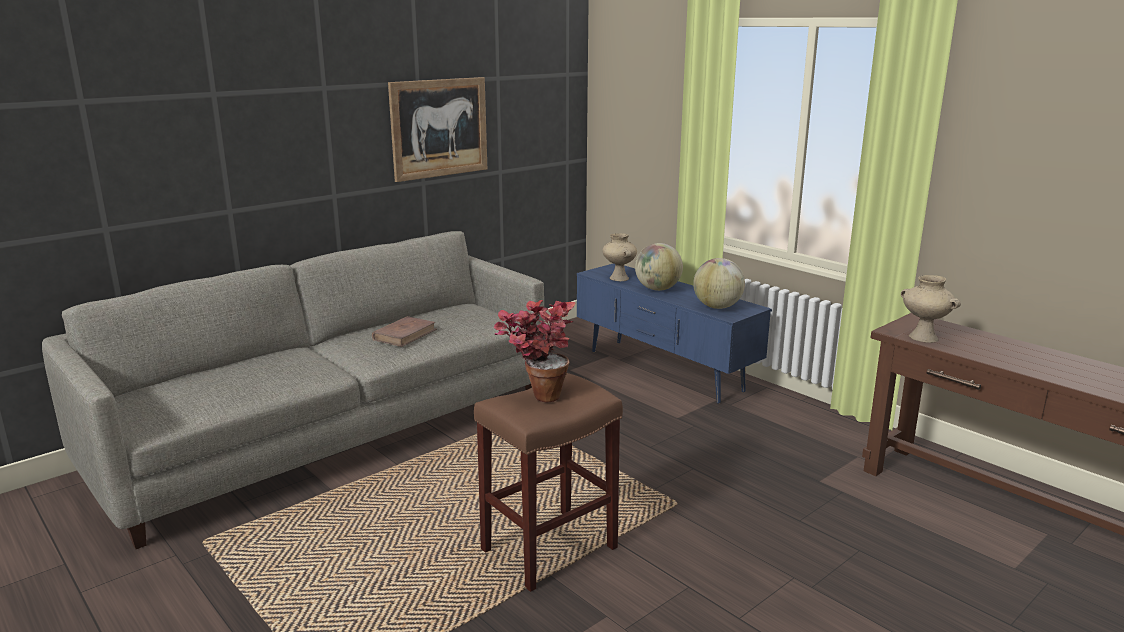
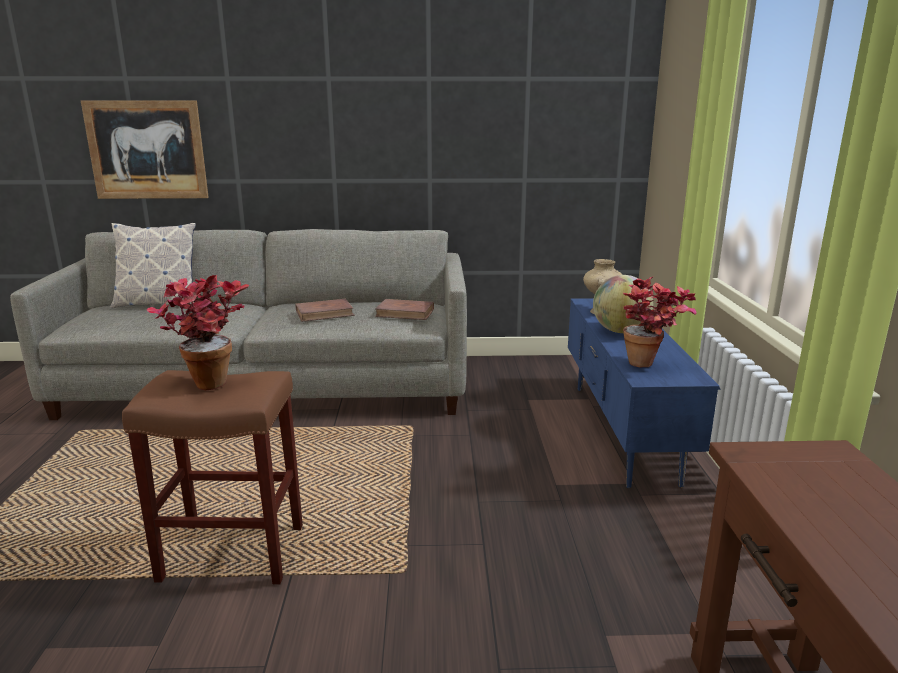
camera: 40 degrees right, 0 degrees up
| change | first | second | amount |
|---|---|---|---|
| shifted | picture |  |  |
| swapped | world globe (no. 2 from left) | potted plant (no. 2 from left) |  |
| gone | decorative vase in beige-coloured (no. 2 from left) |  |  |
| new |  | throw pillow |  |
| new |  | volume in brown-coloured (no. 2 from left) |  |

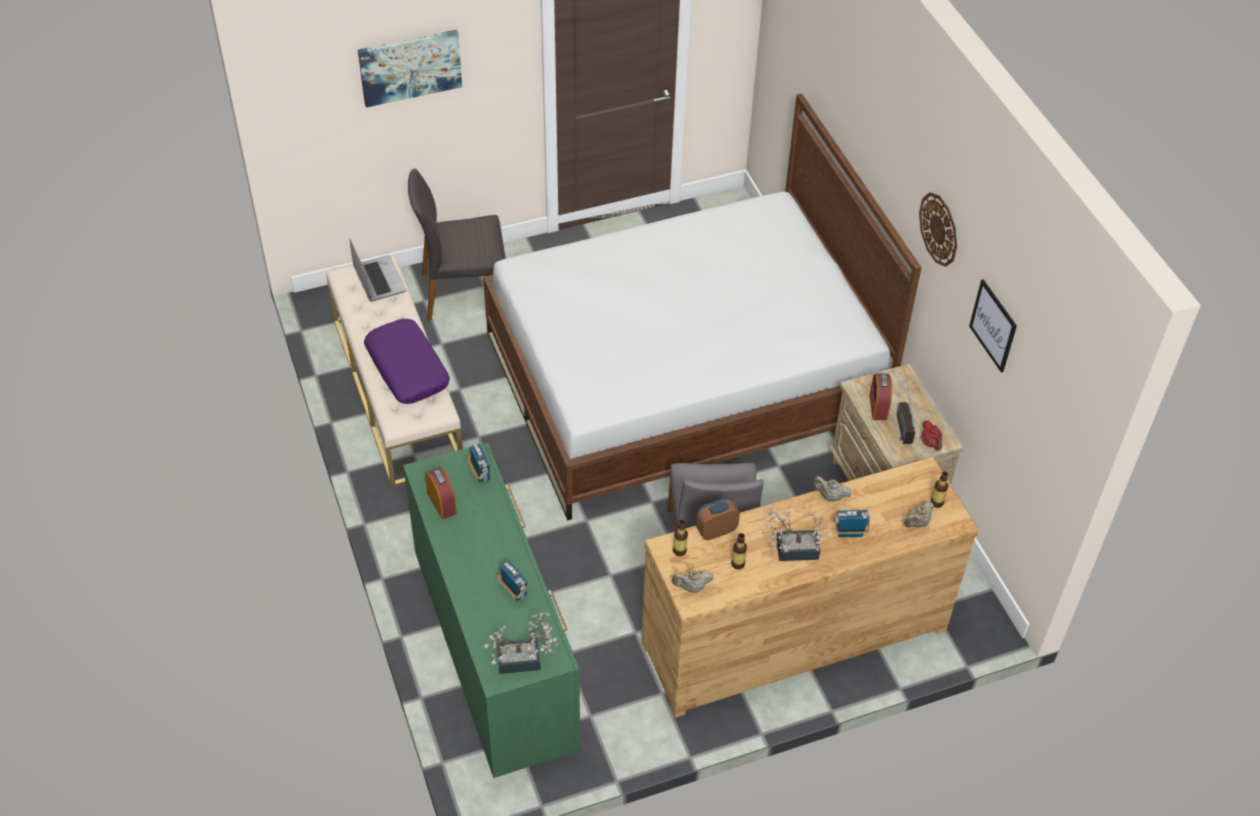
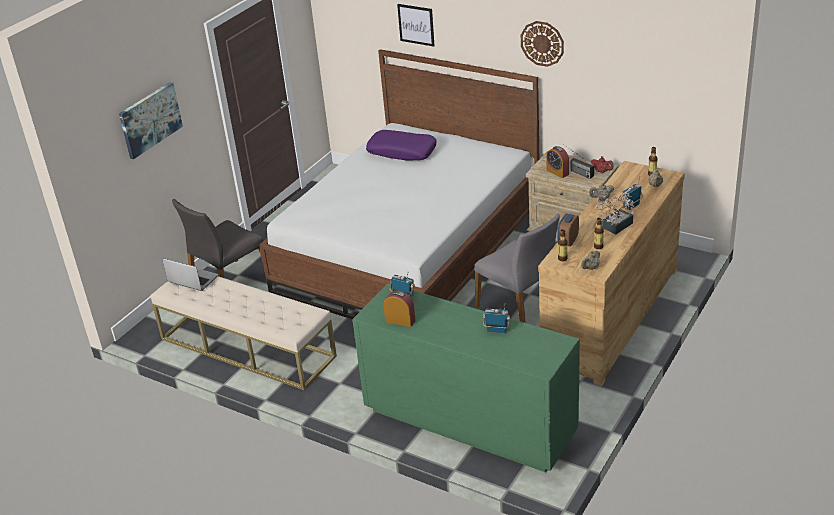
camera: 35 degrees left, 15 degrees down
| change | first | second | amount |
|---|---|---|---|
| shifted | throw pillow in purplish |  |  |
| gone | potted plant (no. 1 from left) |  |  |
| shifted | picture (no. 2 from left) |  |  |

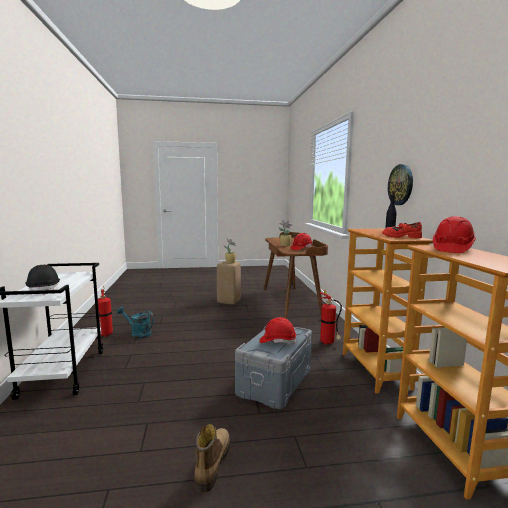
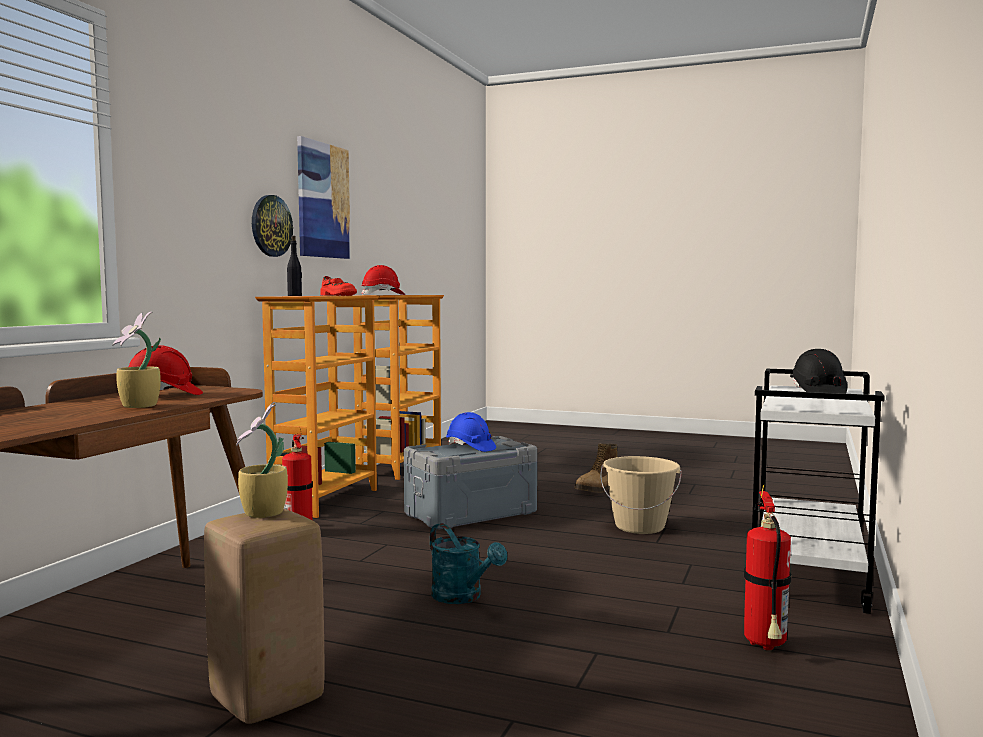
camera: 150 degrees left, 5 degrees down
| change | first | second | amount |
|---|---|---|---|
| shifted | watering pot in blue-green |  |  |
| repainted | hard hat in red (no. 1 from left) | hard hat in bluish |  |
| new |  | picture |  |
| new |  | water bucket in beige-coloured |  |

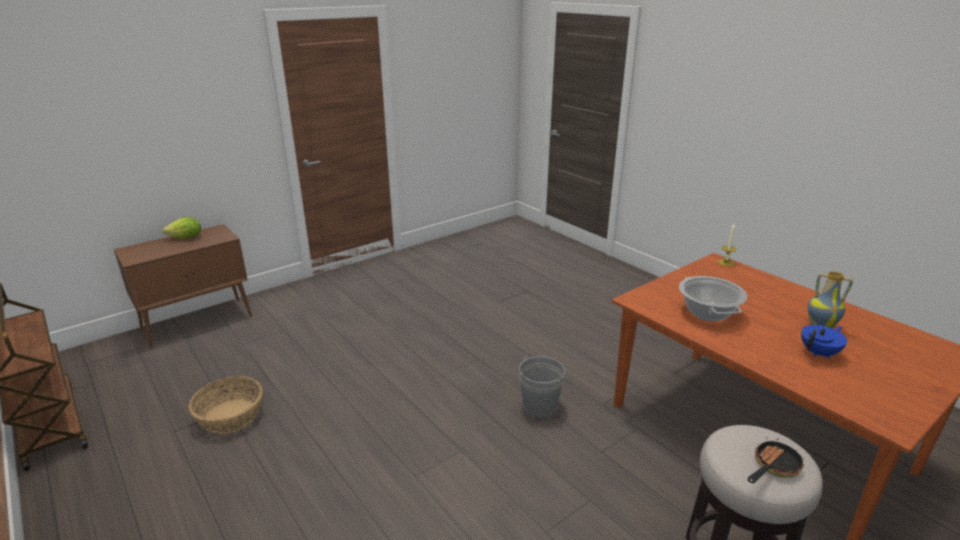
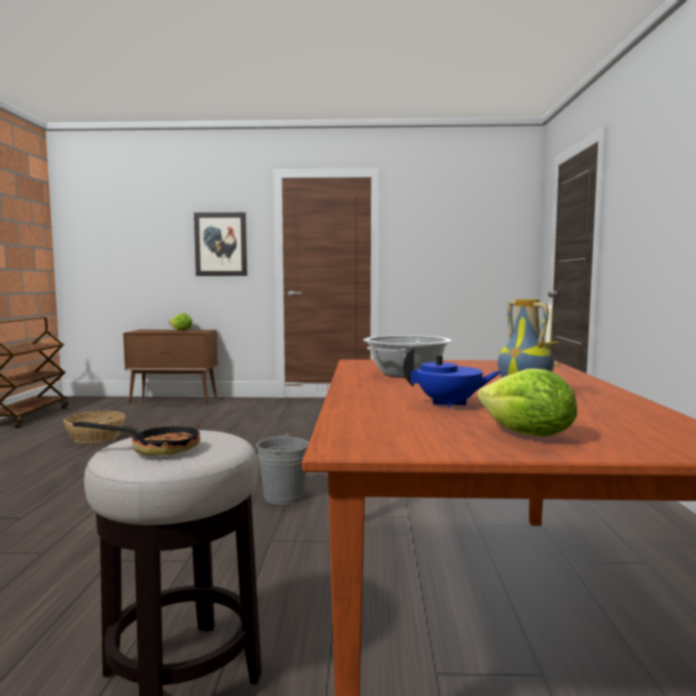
camera: 40 degrees right, 20 degrees down
| change | first | second | amount |
|---|---|---|---|
| new |  | picture |  |
| new |  | lettuce (no. 2 from left) |  |

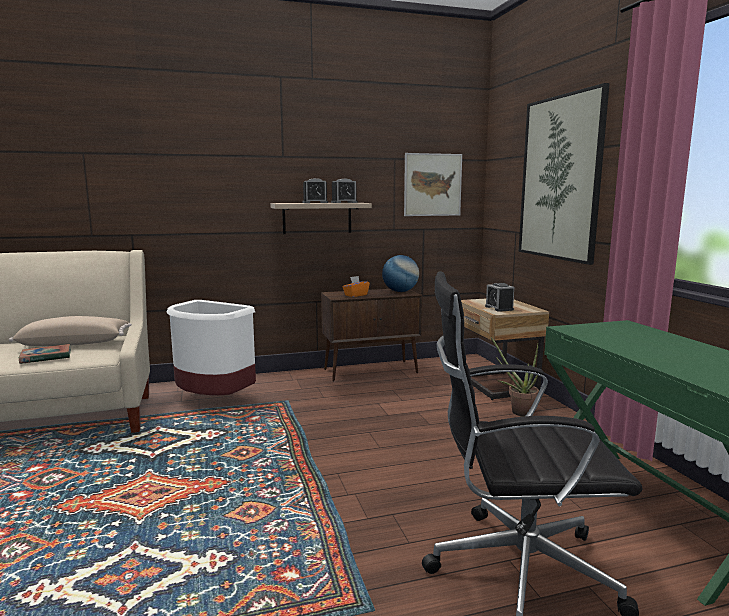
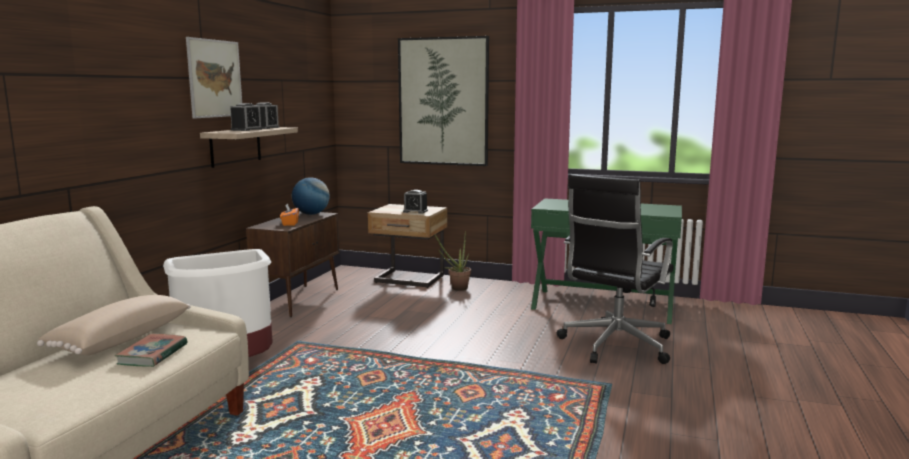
camera: 55 degrees left, 0 degrees up
| change | first | second | amount |
|---|---|---|---|
| shifted | picture (no. 1 from left) |  |  |

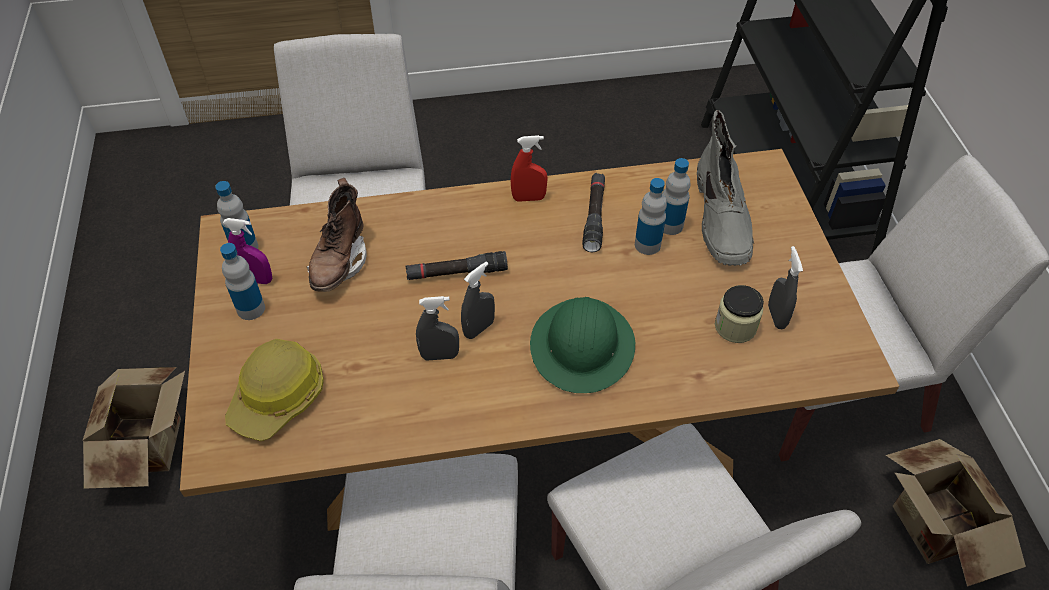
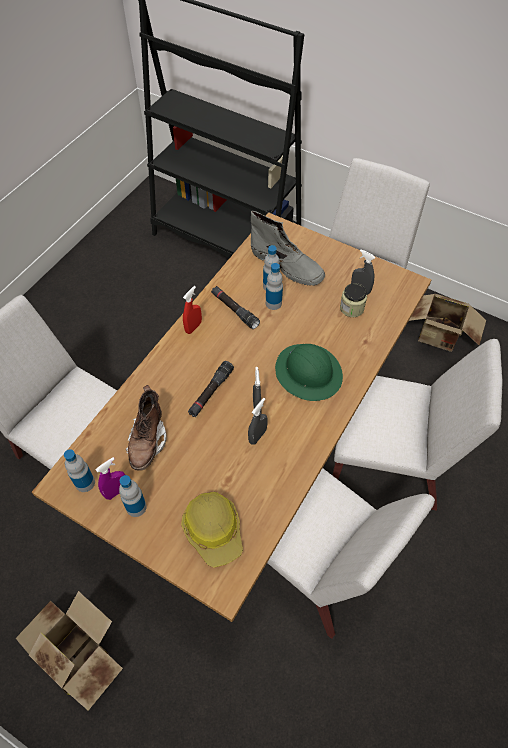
camera: 50 degrees left, 5 degrees up
| change | first | second | amount |
|---|---|---|---|
| rotated | boot in brown-coloured |  | 45 degrees clockwise |

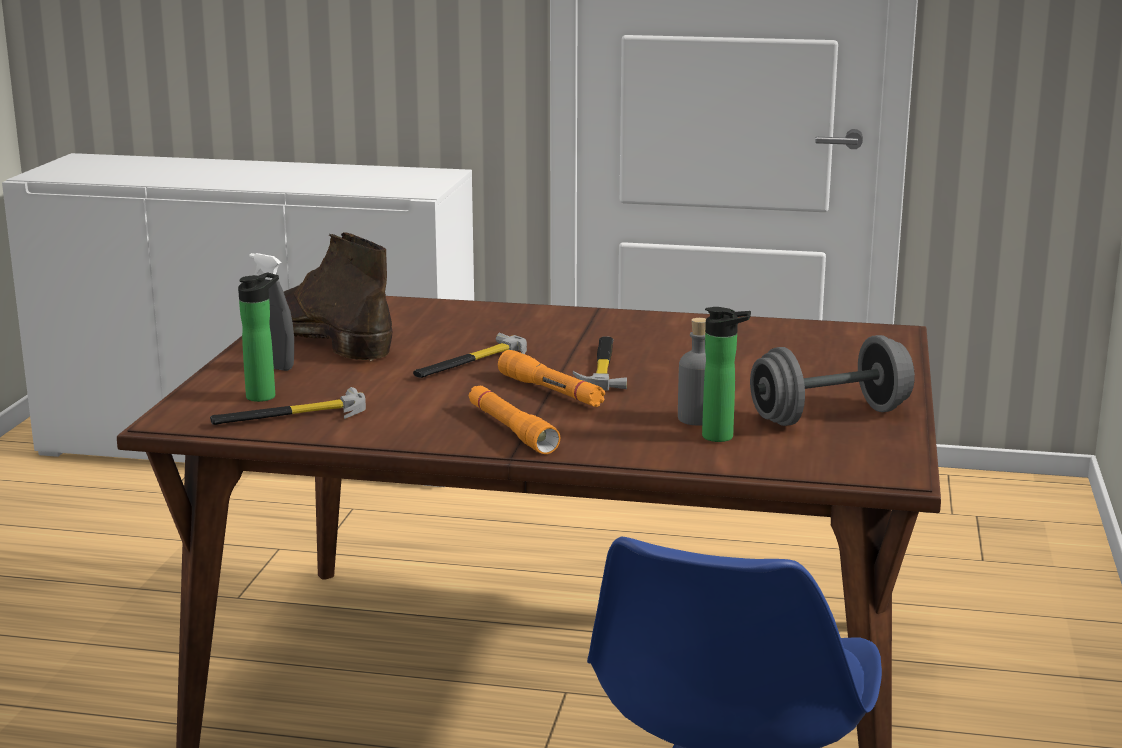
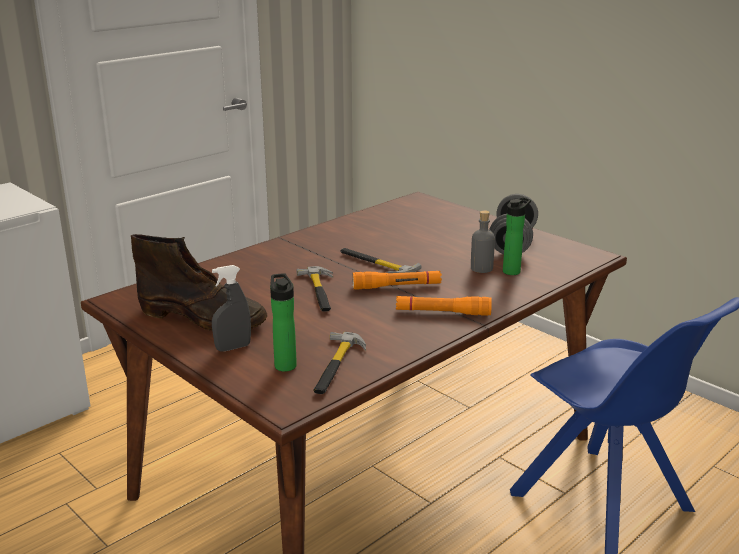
camera: 55 degrees left, 5 degrees up
| change | first | second | amount |
|---|---|---|---|
| rotated | boot in brown-coloured |  | 150 degrees counterclockwise |

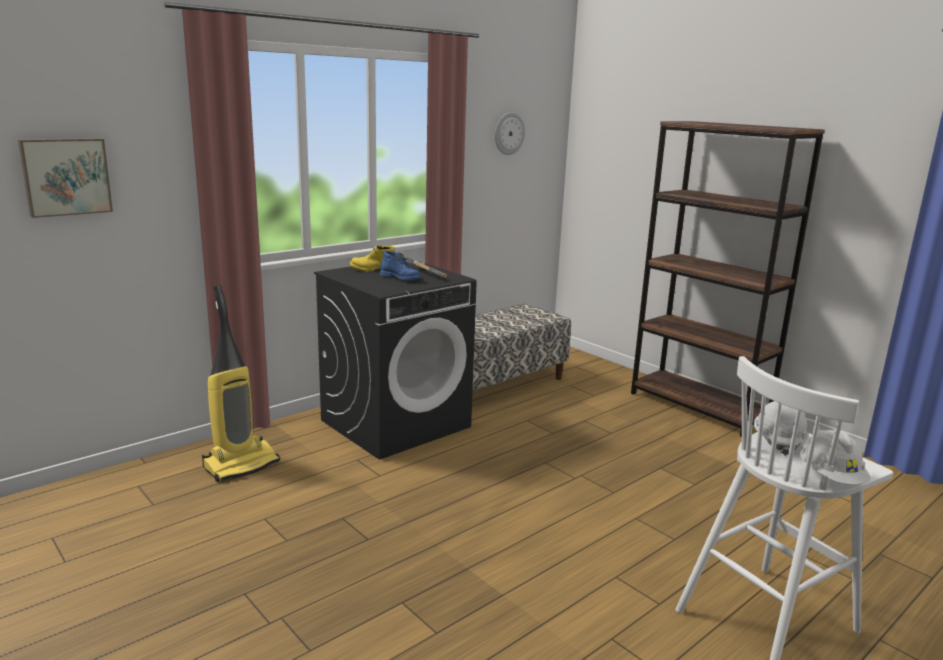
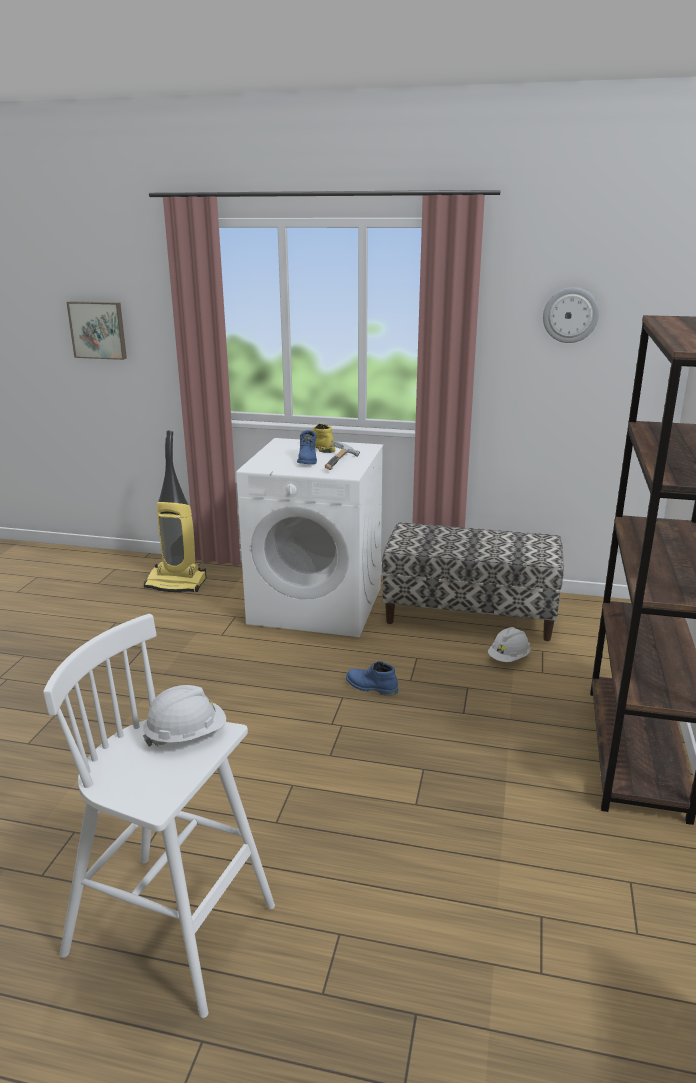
camera: 55 degrees right, 5 degrees up
| change | first | second | amount |
|---|---|---|---|
| repainted | laundry appliance in black | laundry appliance in white |  |
| shifted | hard hat in white (no. 2 from left) |  |  |
| new |  | boot in bluish (no. 2 from left) |  |

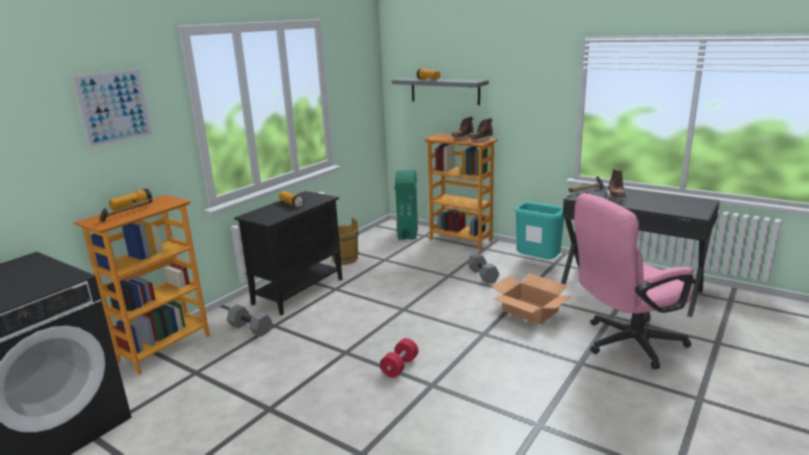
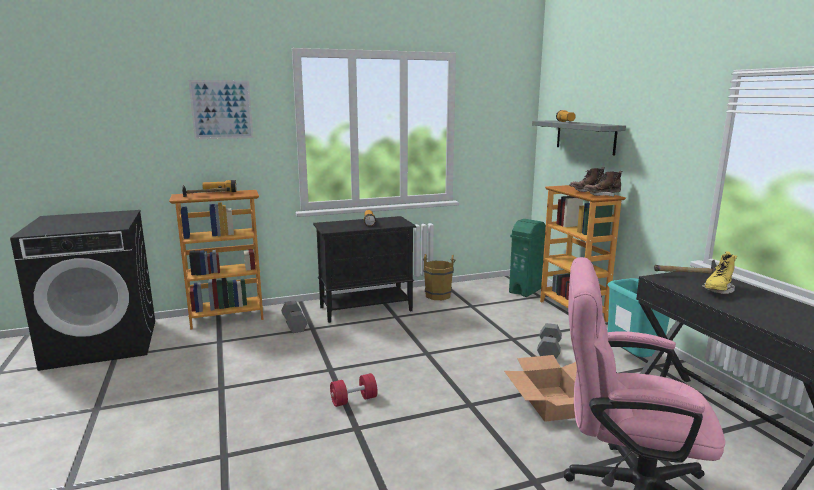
camera: 35 degrees right, 5 degrees down
| change | first | second | amount |
|---|---|---|---|
| repainted | boot in brown-coloured (no. 3 from left) | boot in yellow |  |

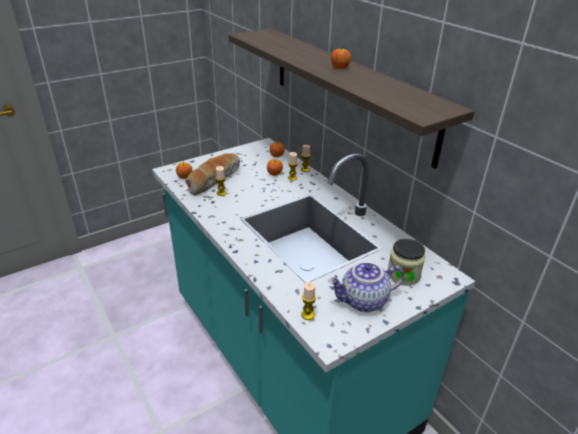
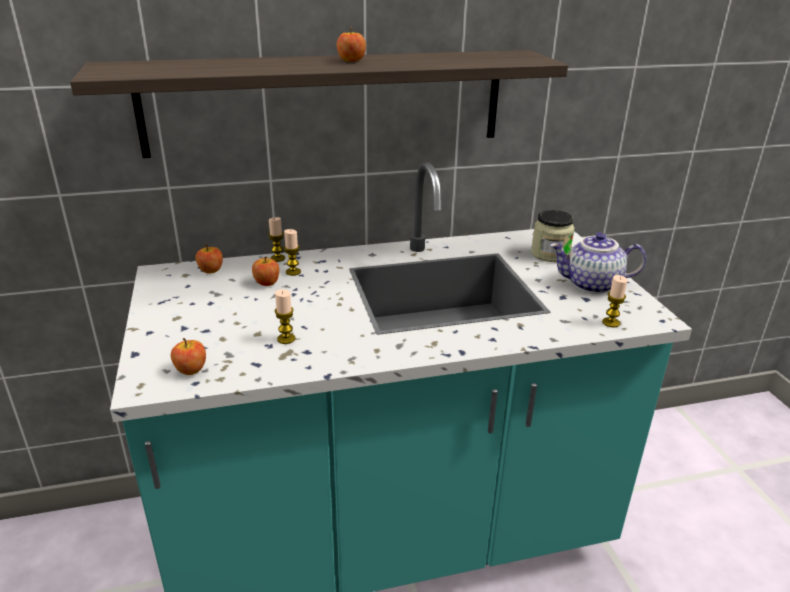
camera: 70 degrees left, 5 degrees down
| change | first | second | amount |
|---|---|---|---|
| gone | bakery bread |  |  |
| rotated | pot for tea |  | 90 degrees clockwise |

